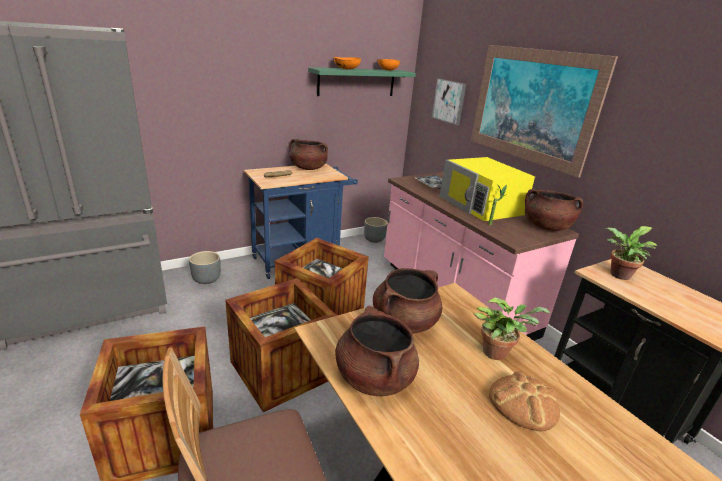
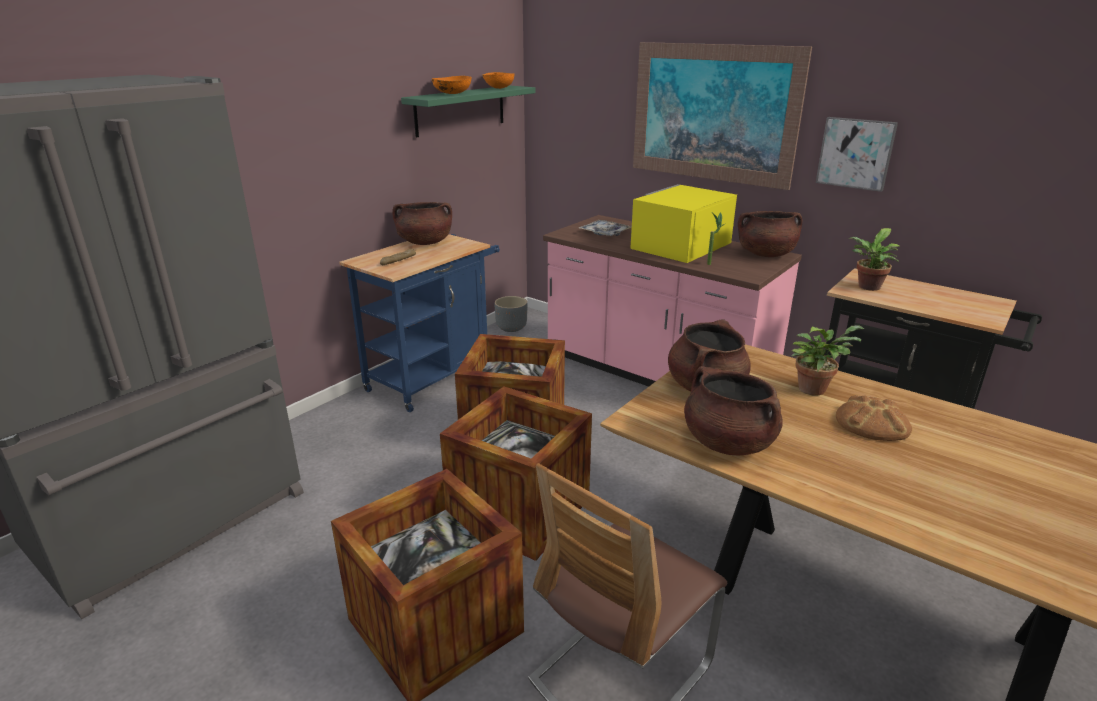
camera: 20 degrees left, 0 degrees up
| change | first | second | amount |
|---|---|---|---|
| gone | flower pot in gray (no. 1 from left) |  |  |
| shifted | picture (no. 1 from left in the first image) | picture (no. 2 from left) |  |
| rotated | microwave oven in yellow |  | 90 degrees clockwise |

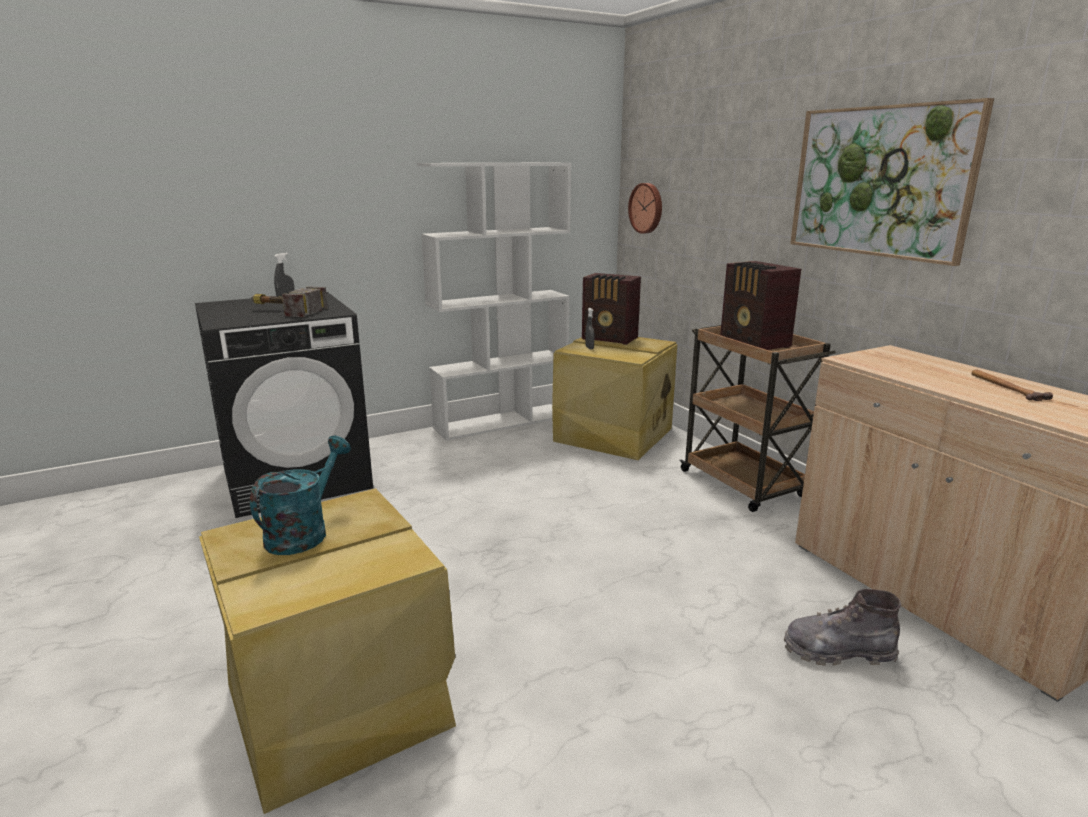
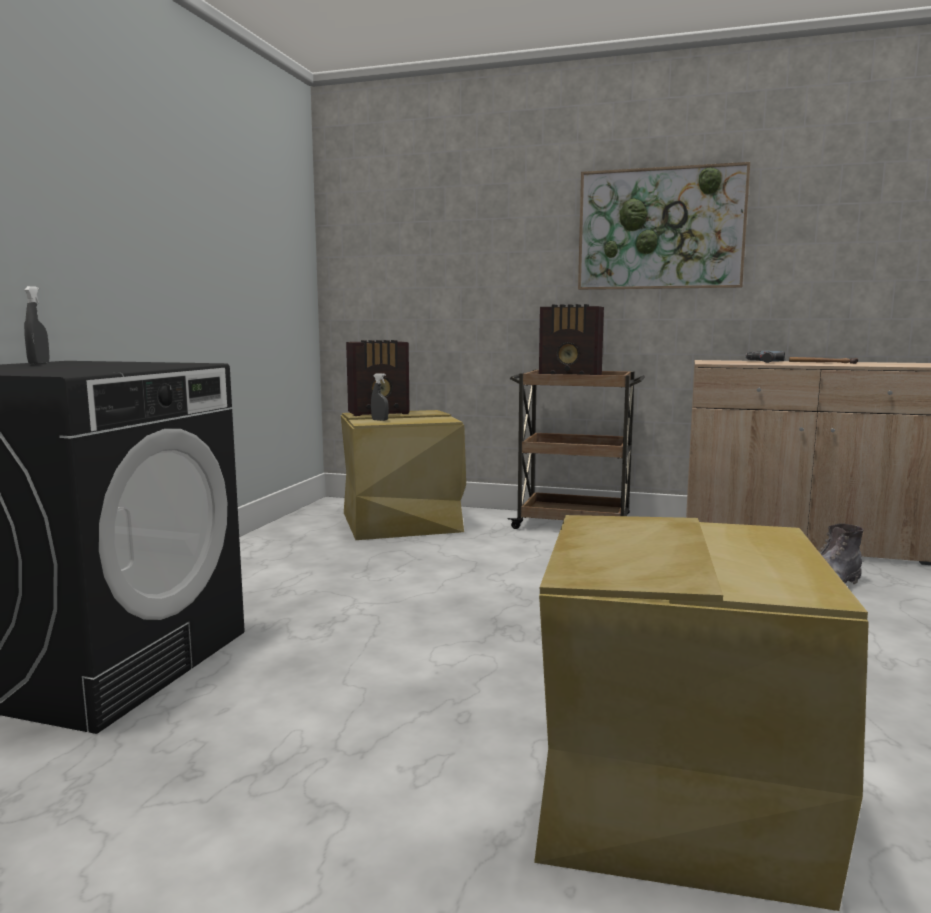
camera: 45 degrees left, 10 degrees down
| change | first | second | amount |
|---|---|---|---|
| gone | watering pot in blue-green |  |  |
| gone | hammer (no. 1 from left) |  |  |
| gone | shelving unit in white |  |  |
| gone | hanging clock |  |  |
| new |  | electric drill |  |

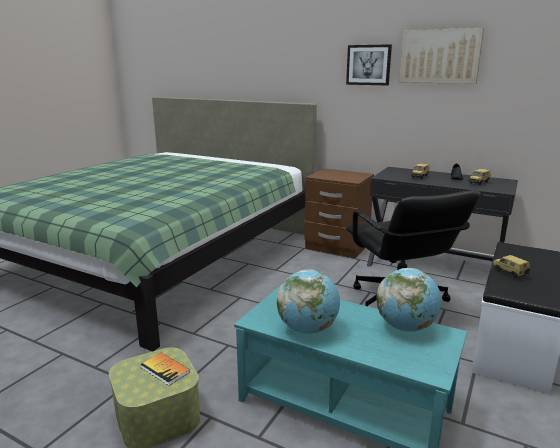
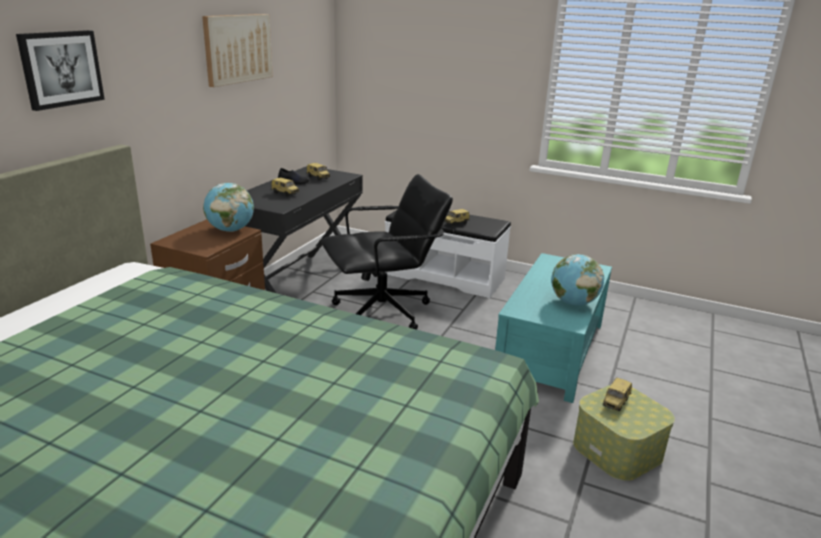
camera: 95 degrees left, 5 degrees up
| change | first | second | amount |
|---|---|---|---|
| swapped | volume | miniature car (no. 4 from left) |  |
| shifted | picture (no. 1 from left) |  |  |
| shifted | world globe (no. 2 from left in the first image) | world globe (no. 1 from left) |  |

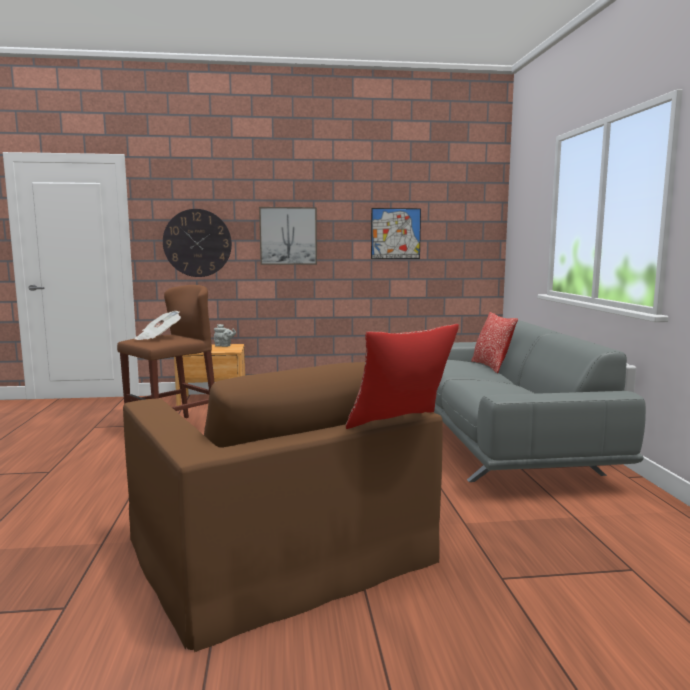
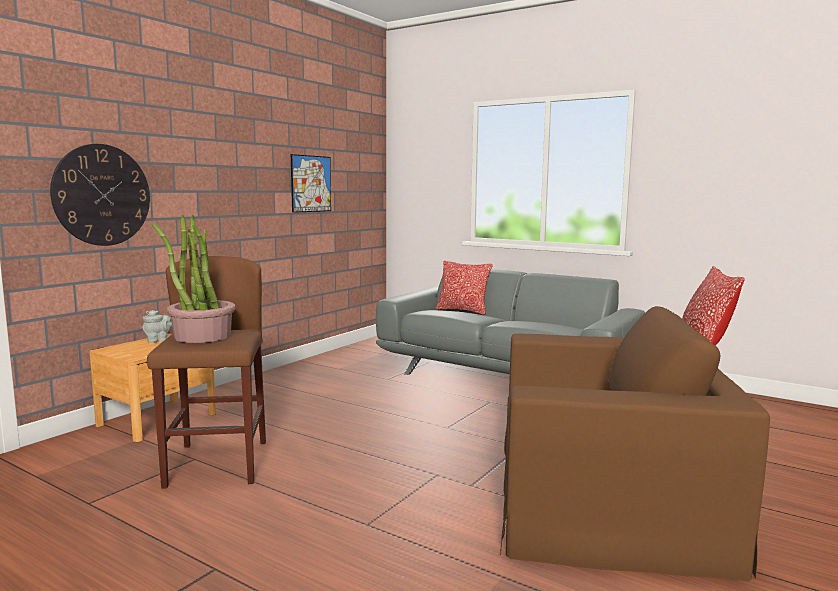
camera: 50 degrees left, 0 degrees up
| change | first | second | amount |
|---|---|---|---|
| swapped | daily paper | potted plant |  |
| gone | picture (no. 1 from left) |  |  |

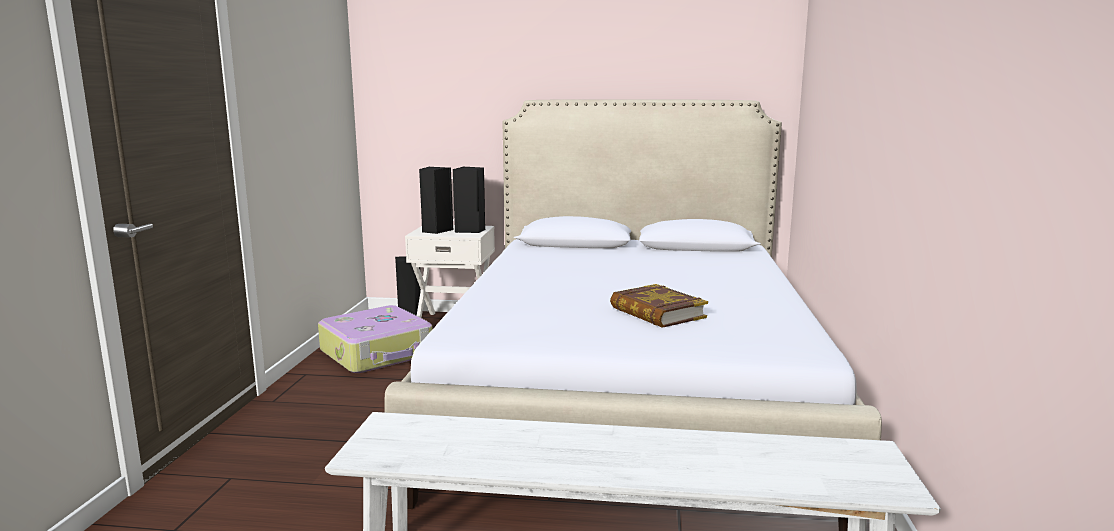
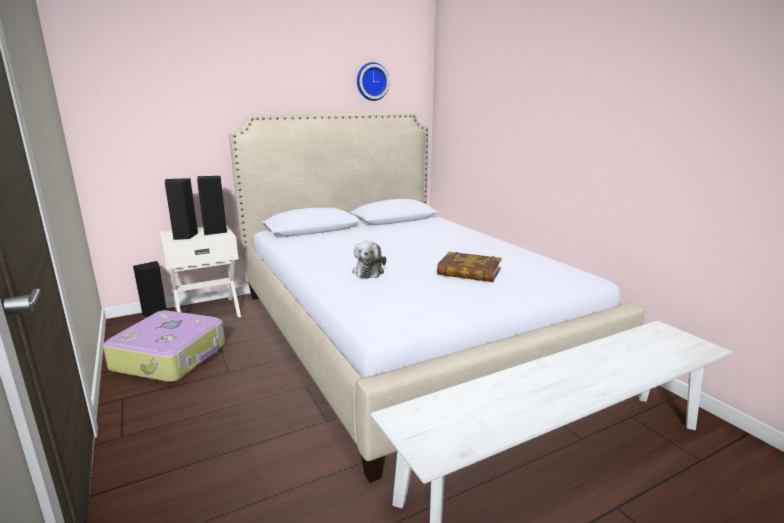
camera: 35 degrees left, 5 degrees up
| change | first | second | amount |
|---|---|---|---|
| new |  | plush toy |  |
| new |  | hanging clock |  |

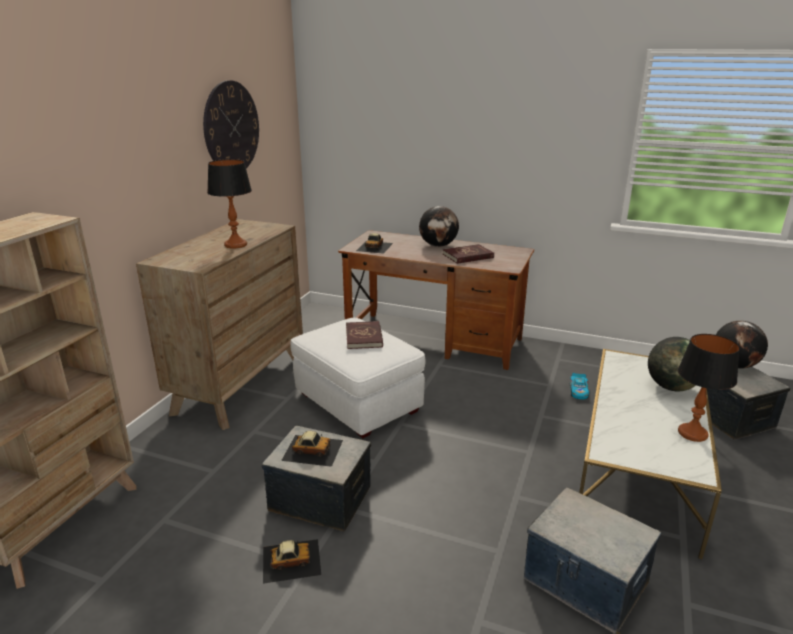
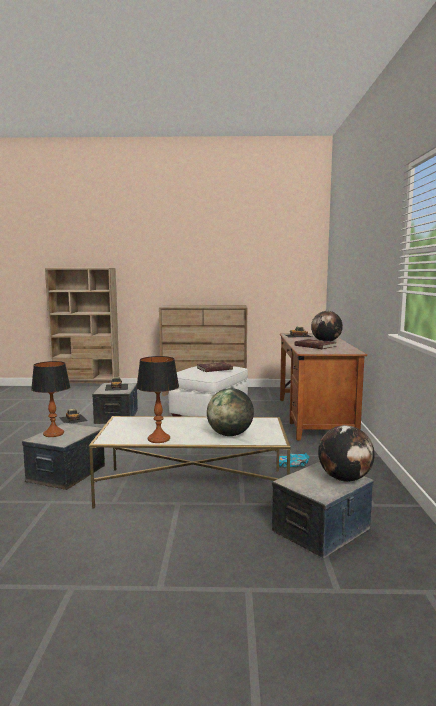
camera: 70 degrees right, 15 degrees down
| change | first | second | amount |
|---|---|---|---|
| gone | hanging clock |  |  |
| shifted | tabletop lamp (no. 1 from left) |  |  |

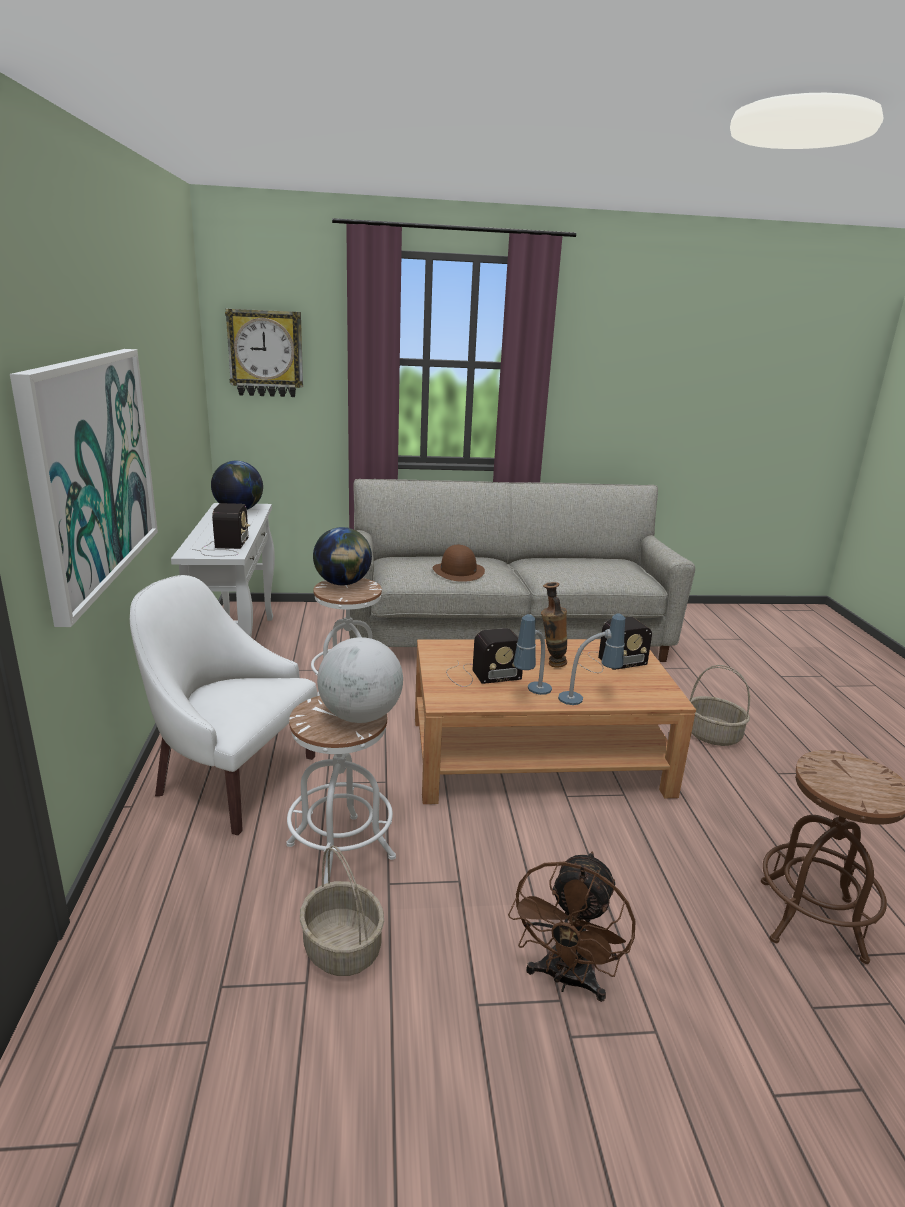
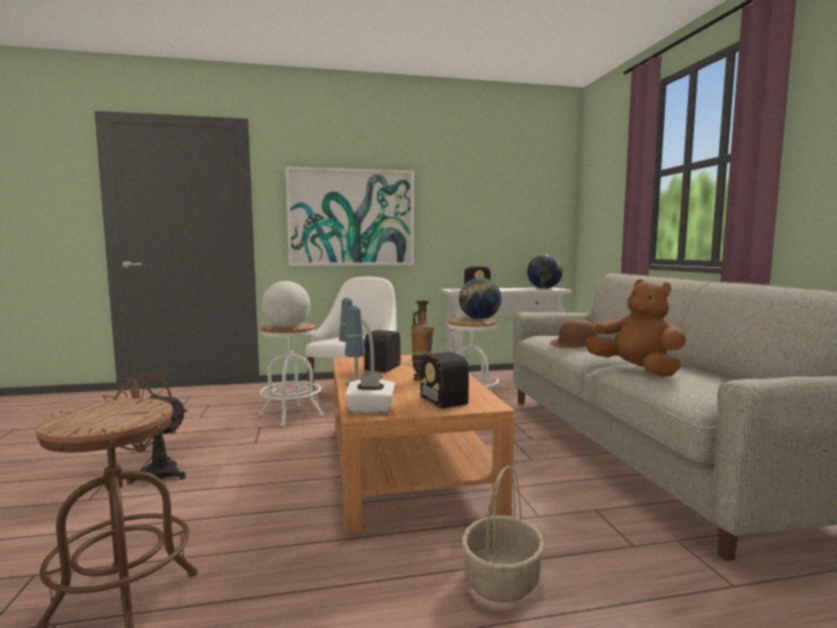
camera: 85 degrees right, 15 degrees down
| change | first | second | amount |
|---|---|---|---|
| gone | hanging clock |  |  |
| gone | household basket (no. 1 from left) |  |  |
| rotated | radio (no. 2 from left in the first image) | radio (no. 1 from left) | 45 degrees clockwise |
| new |  | box of tissues in white |  |
| new |  | plush toy in brown-coloured |  |

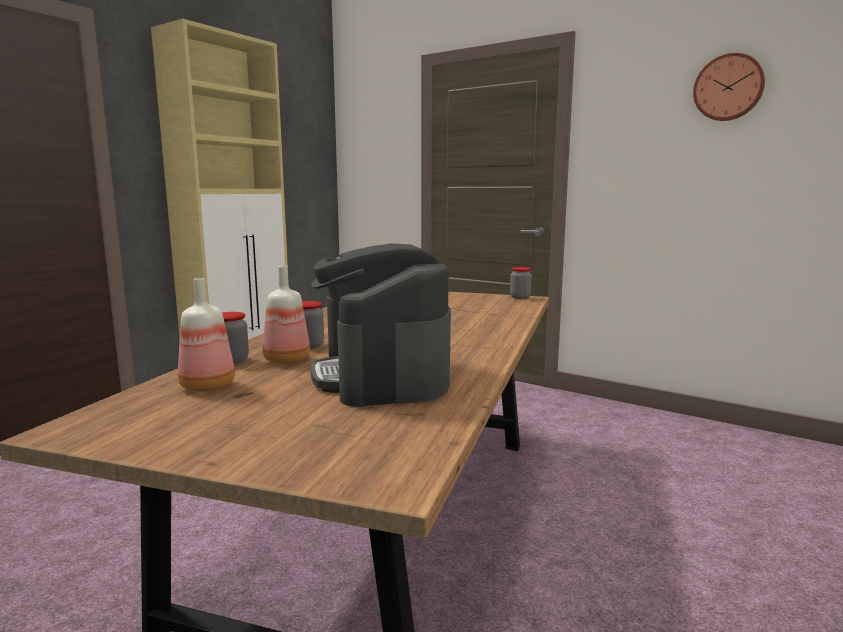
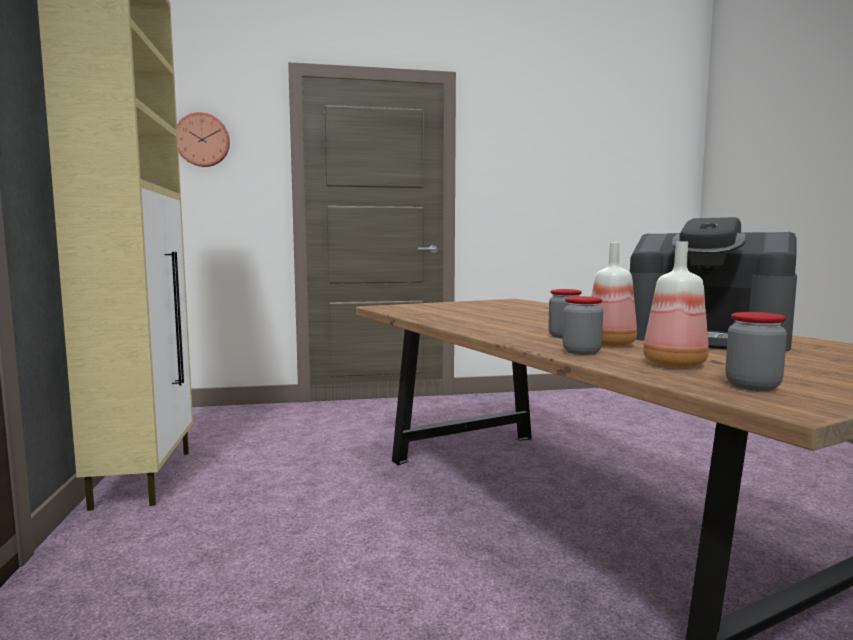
camera: 45 degrees left, 5 degrees down
| change | first | second | amount |
|---|---|---|---|
| shifted | jar (no. 3 from left) |  |  |
| shifted | hanging clock |  |  |

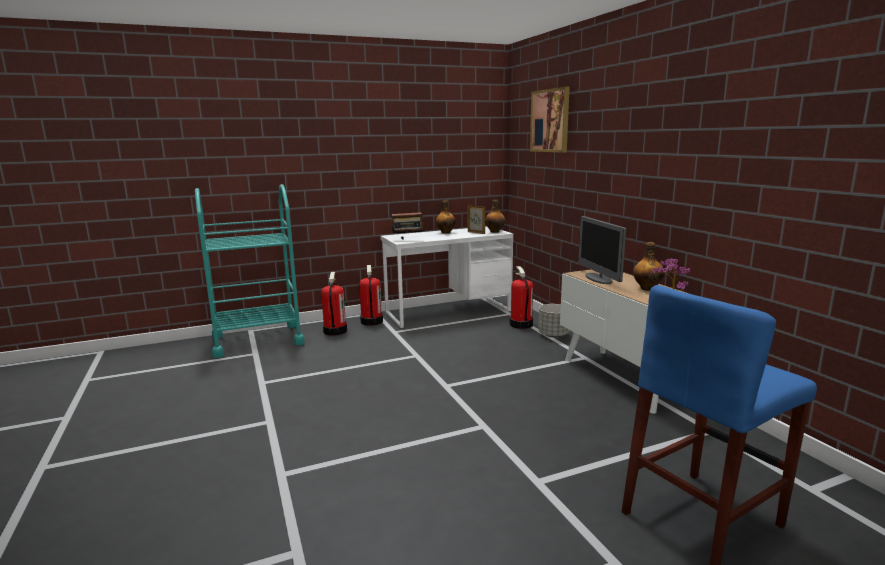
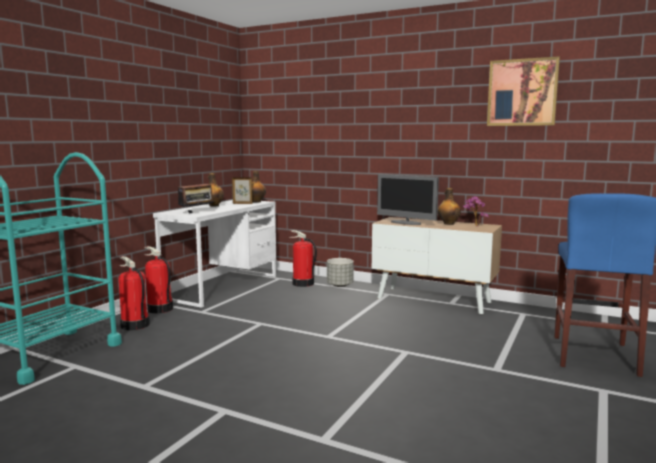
camera: 40 degrees left, 5 degrees down
| change | first | second | amount |
|---|---|---|---|
| shifted | picture |  |  |

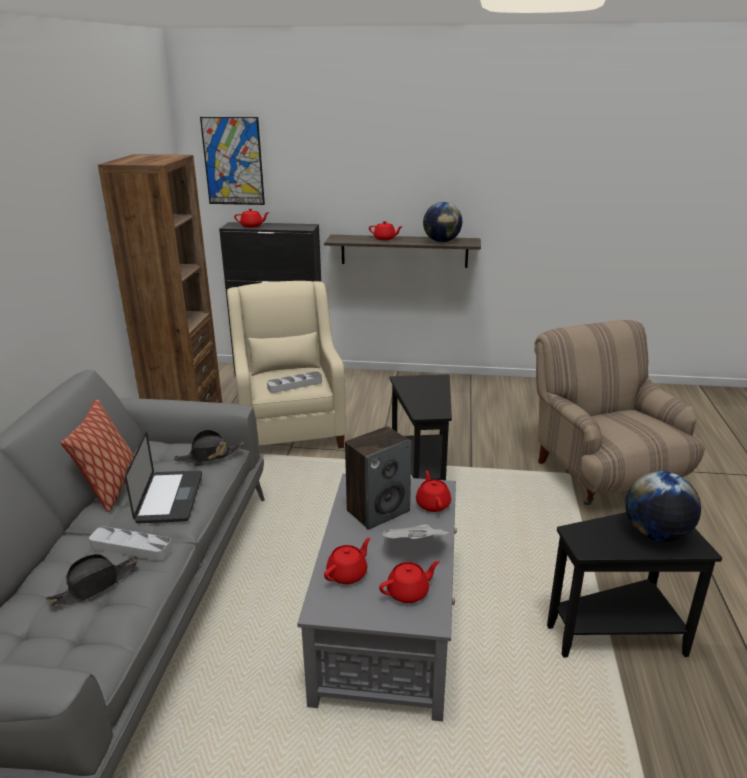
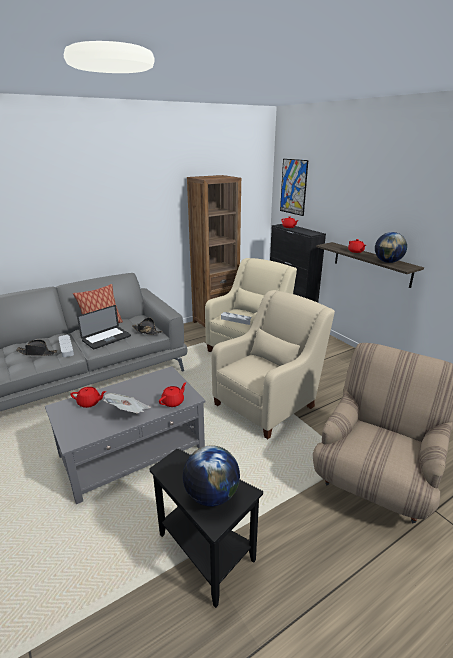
camera: 50 degrees right, 0 degrees up
| change | first | second | amount |
|---|---|---|---|
| gone | speaker |  |  |
| gone | pot for tea in red (no. 4 from left) |  |  |
| swapped | side table in black (no. 1 from left) | easy chair in beige-coloured (no. 2 from left) |  |

